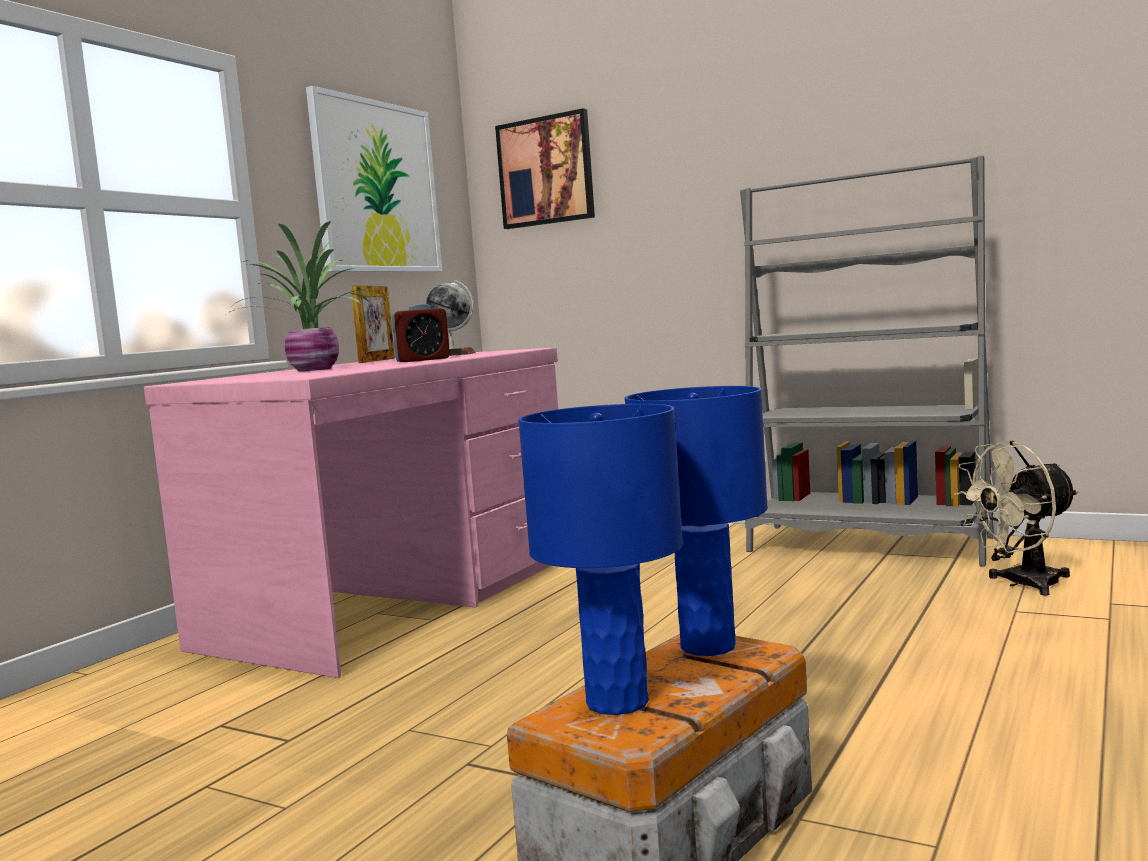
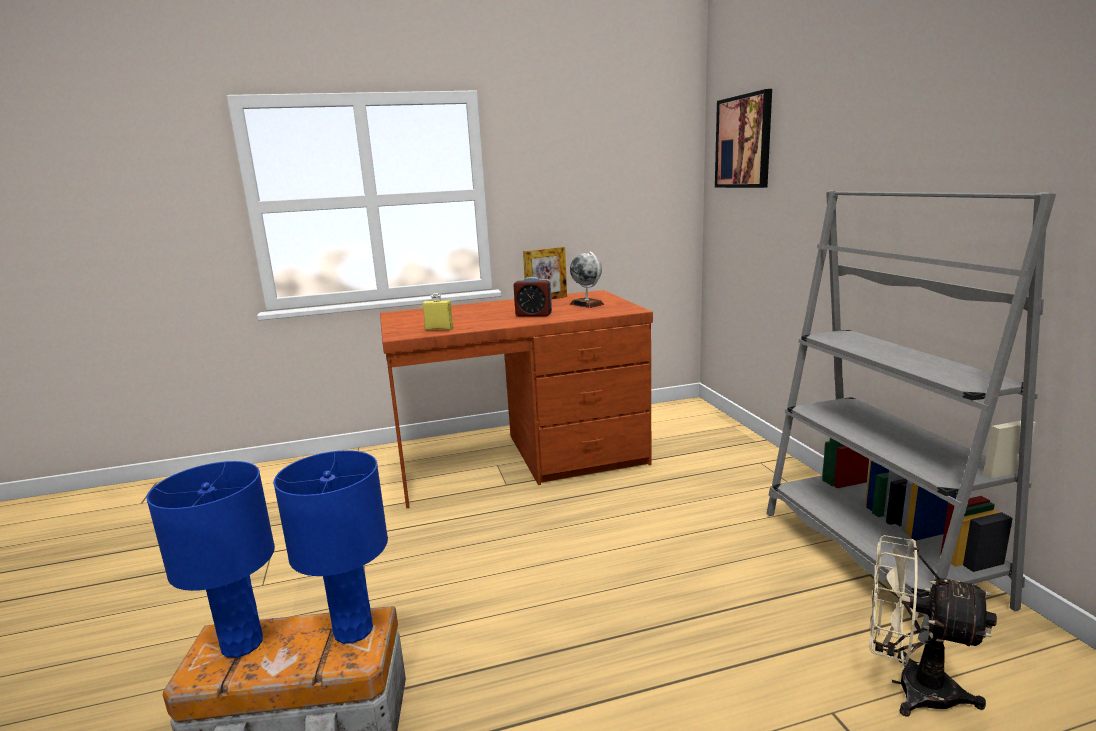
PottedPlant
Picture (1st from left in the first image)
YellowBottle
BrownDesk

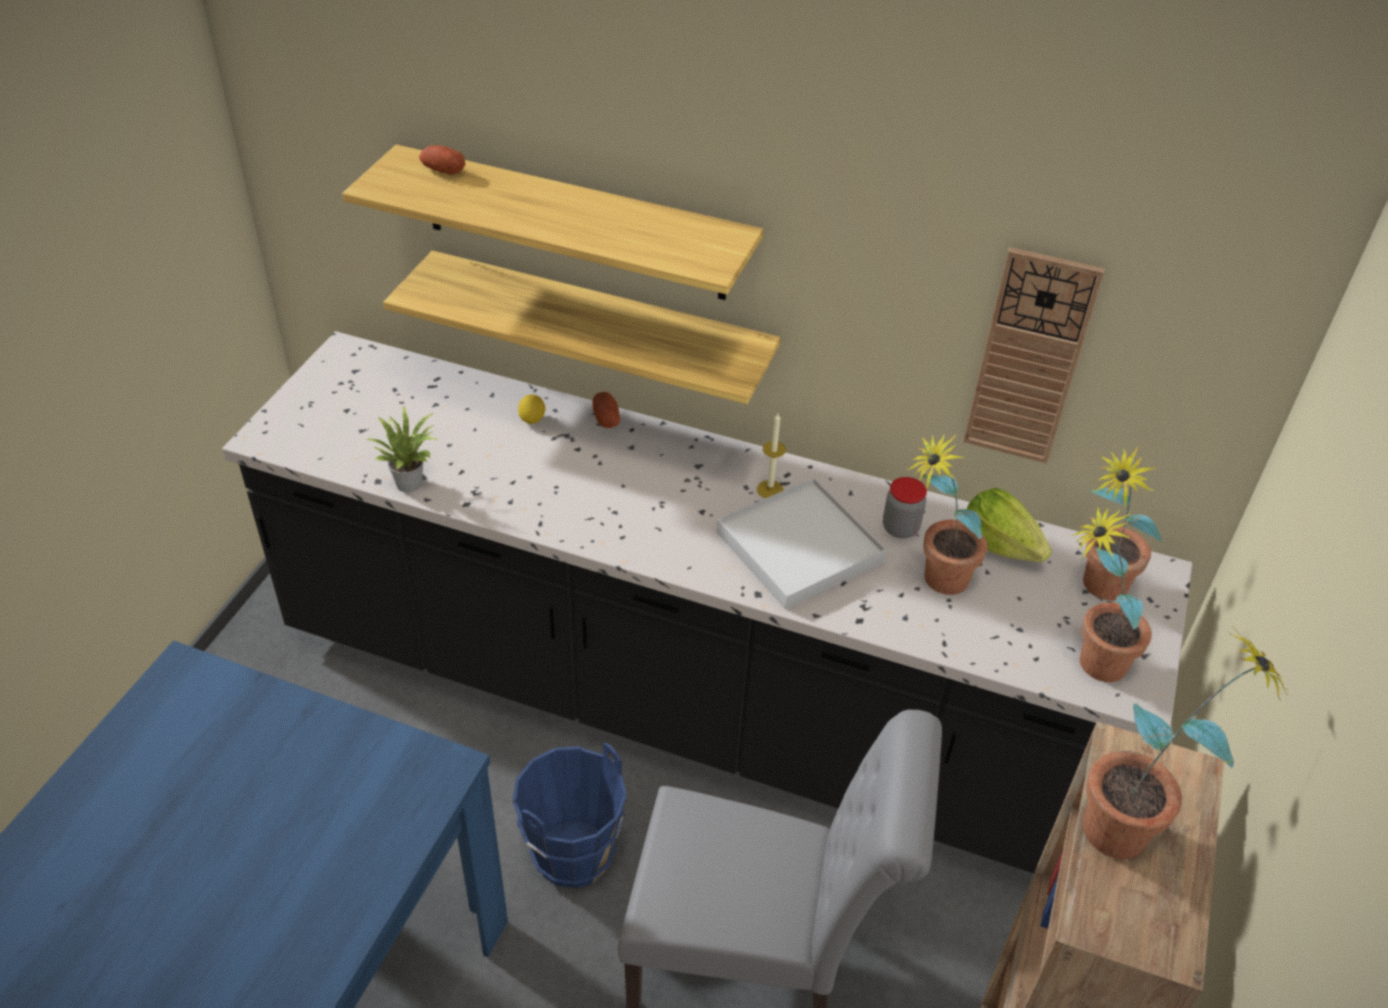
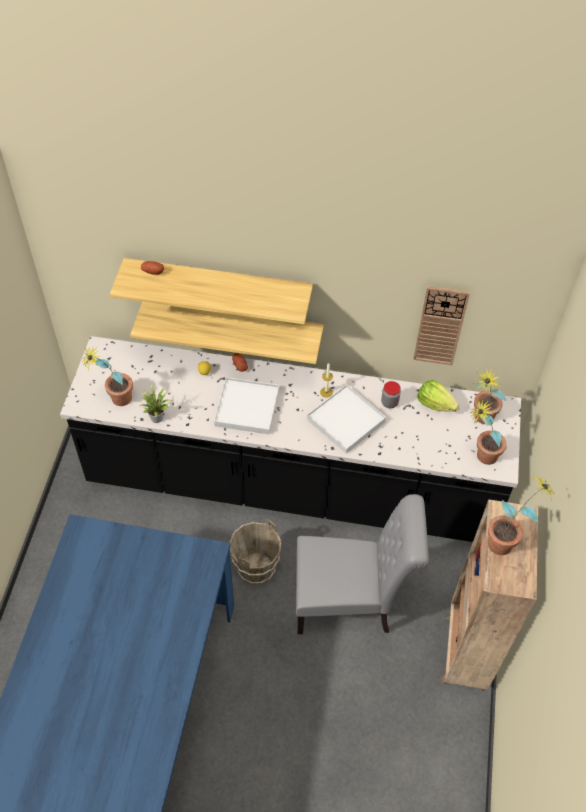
WhiteTray (1st from left)
PottedPlant (1st from left)
BrownBucket

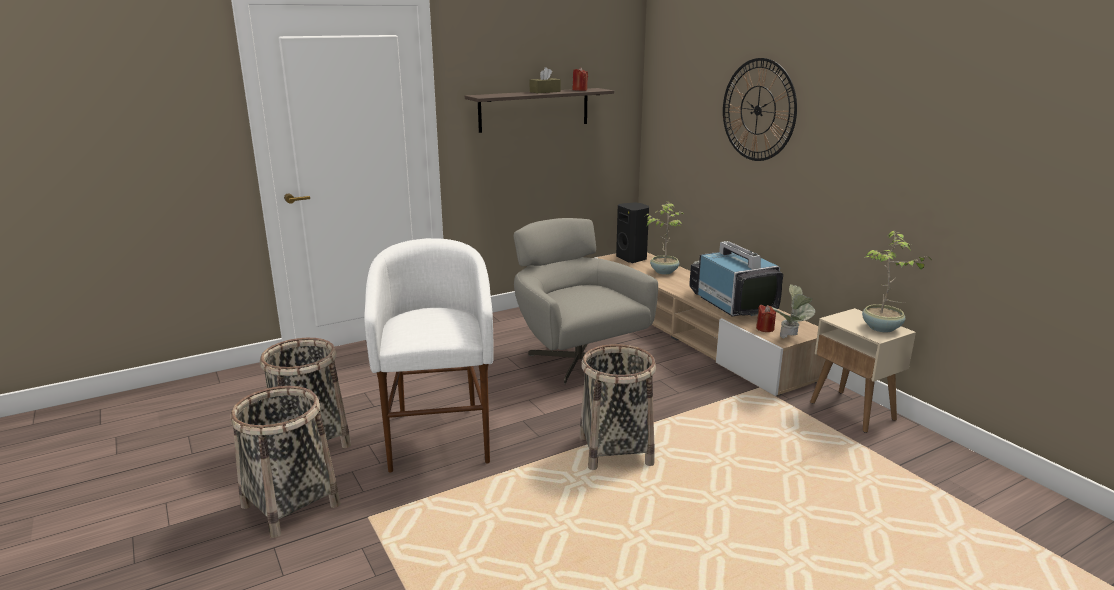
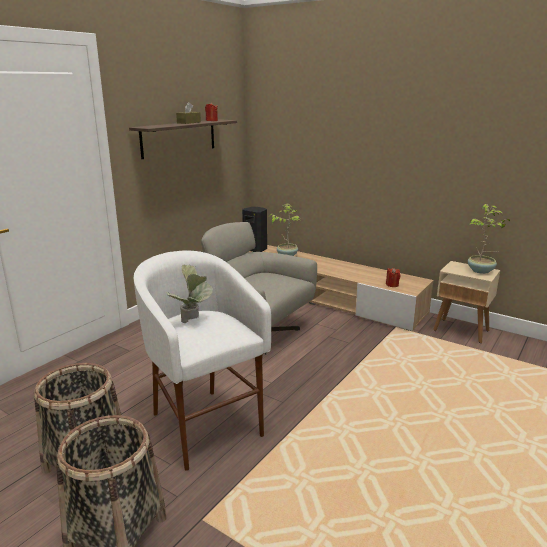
Basket (3rd from left in the first image)
Television
WallClock
PottedPlant (1st from left)

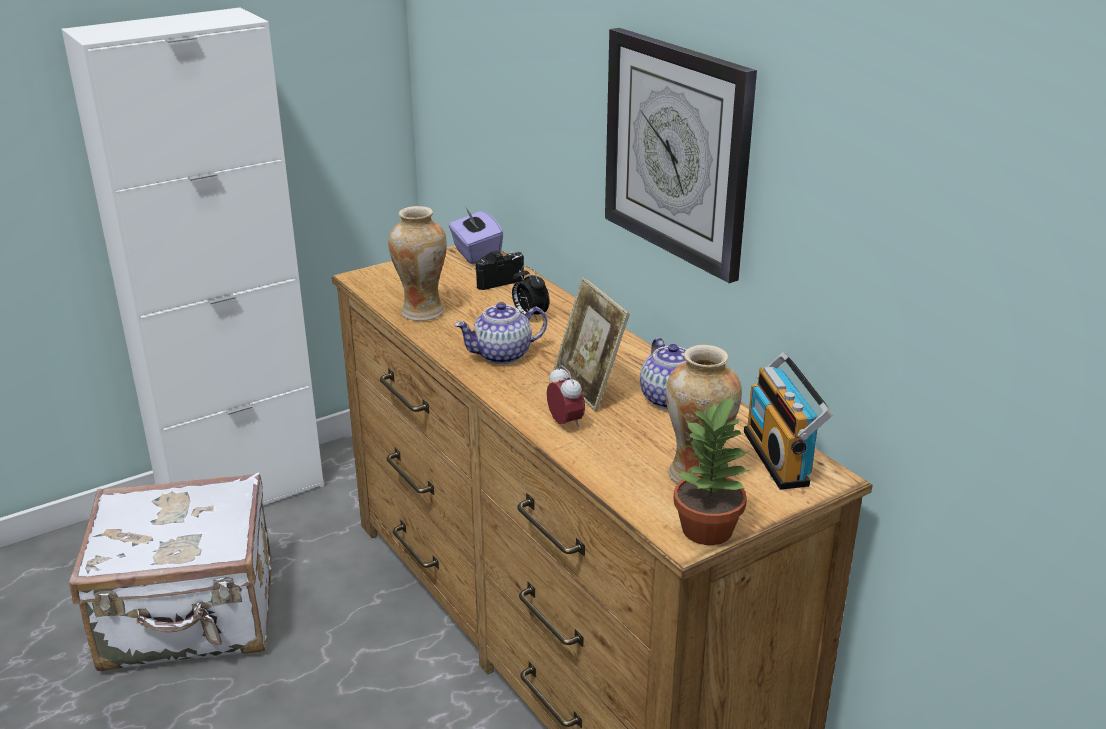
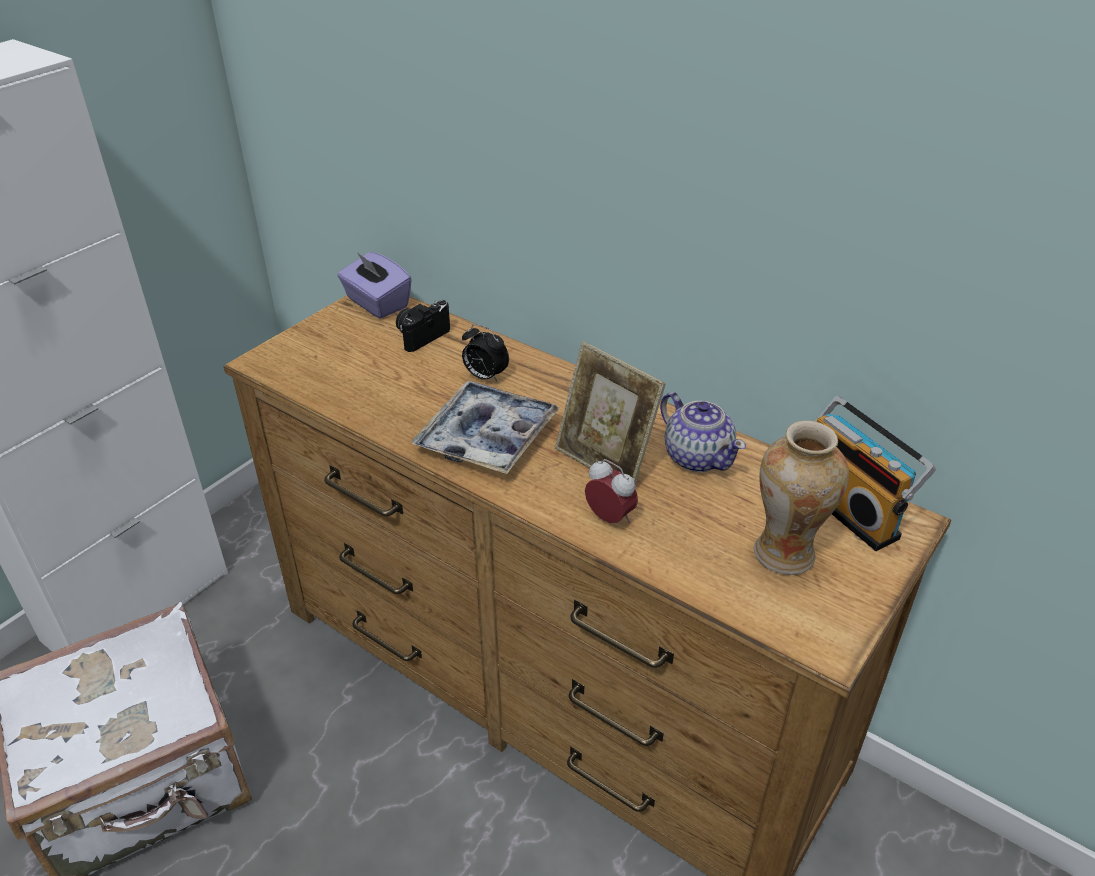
Vase (1st from left in the first image)
WallClock
PottedPlant
Tray

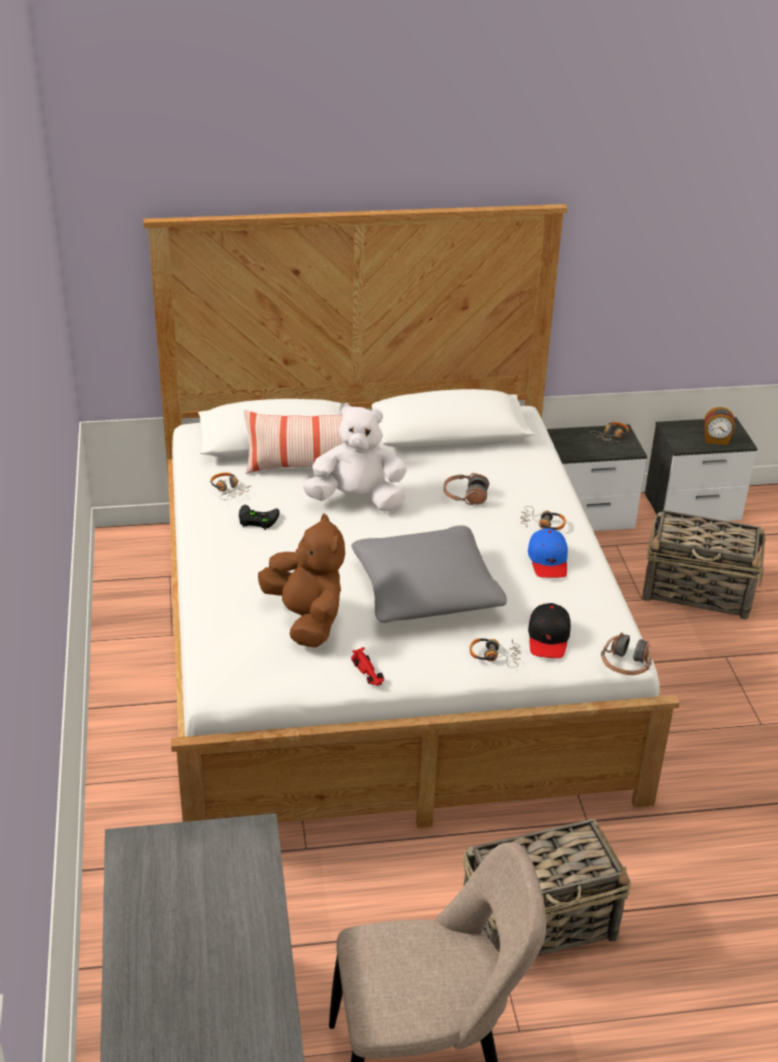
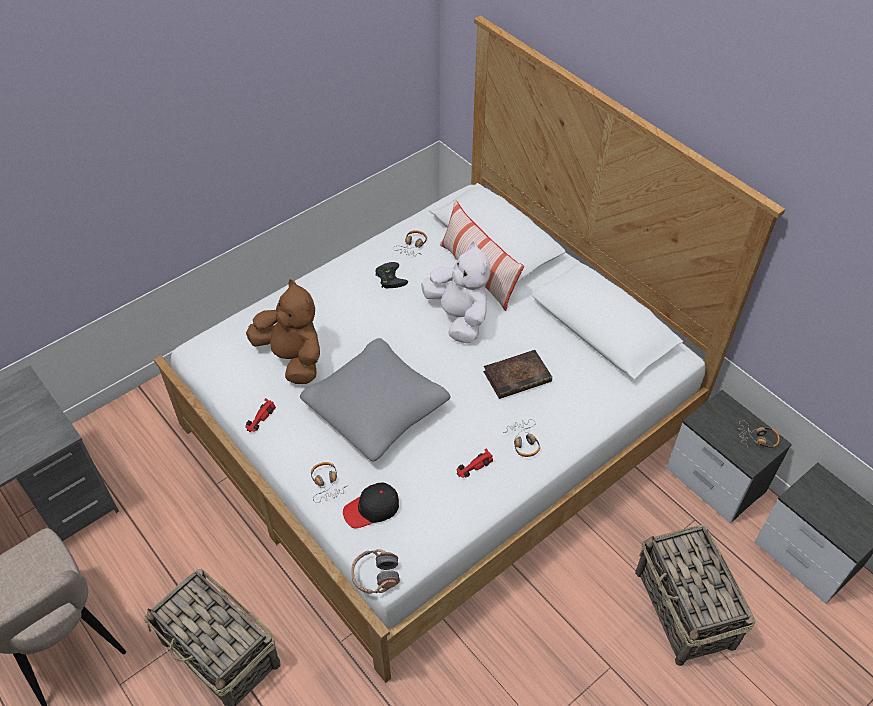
AlarmClock
Book
RedToyCar (2nd from left)
BrownPlushToy

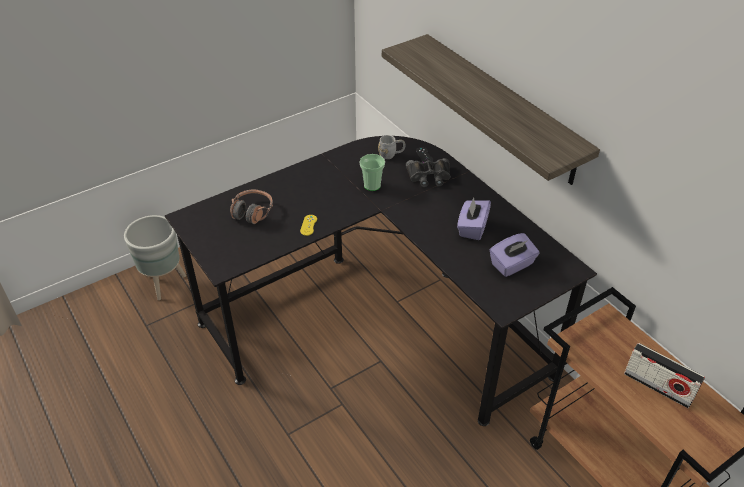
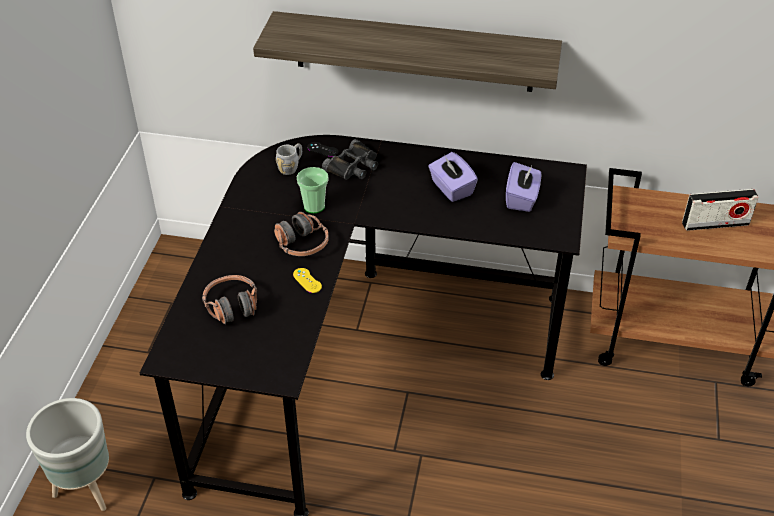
Headphones (2nd from left)

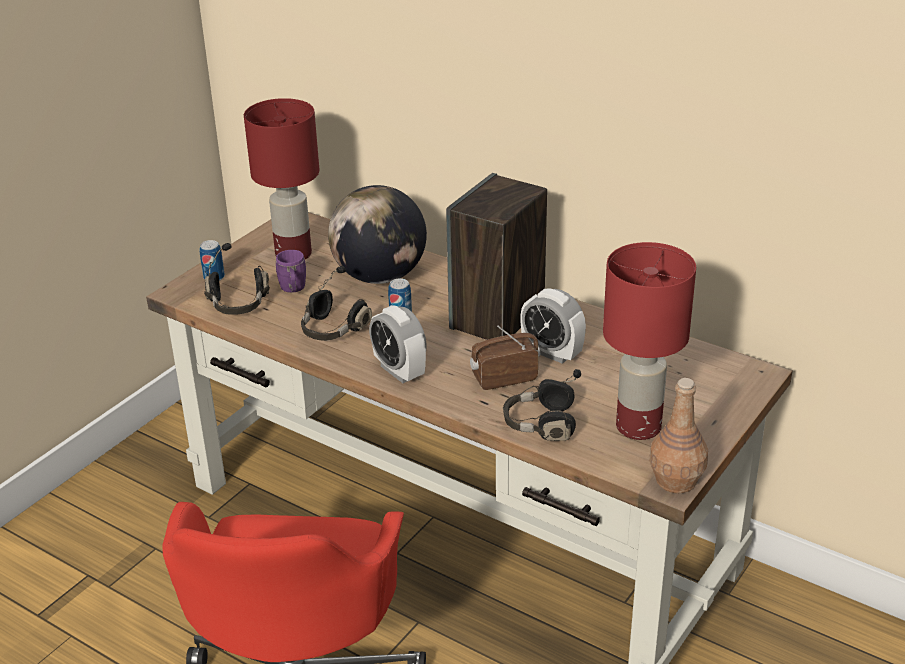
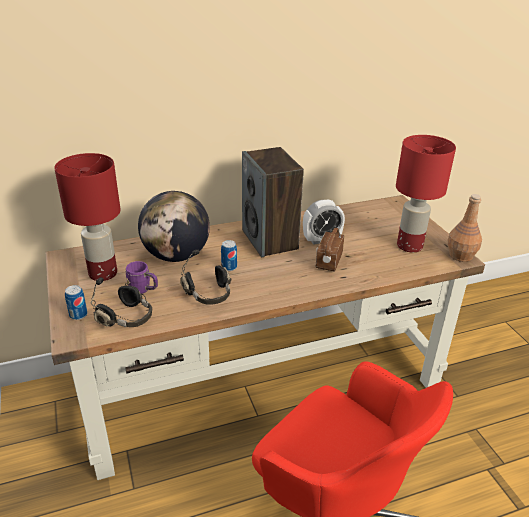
AlarmClock (1st from left in the first image)
BlackHeadphones (3rd from left in the first image)

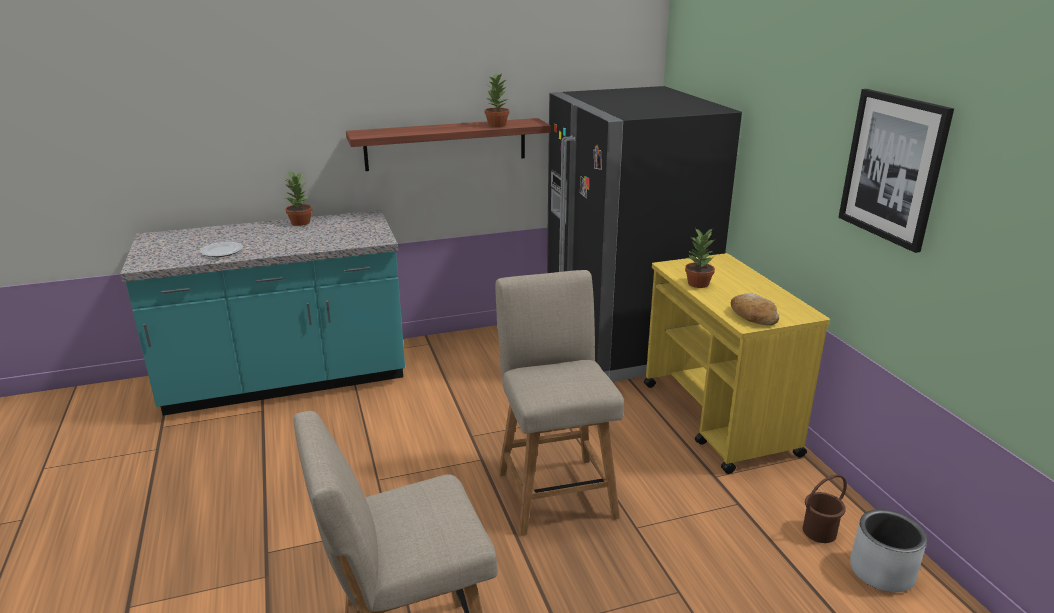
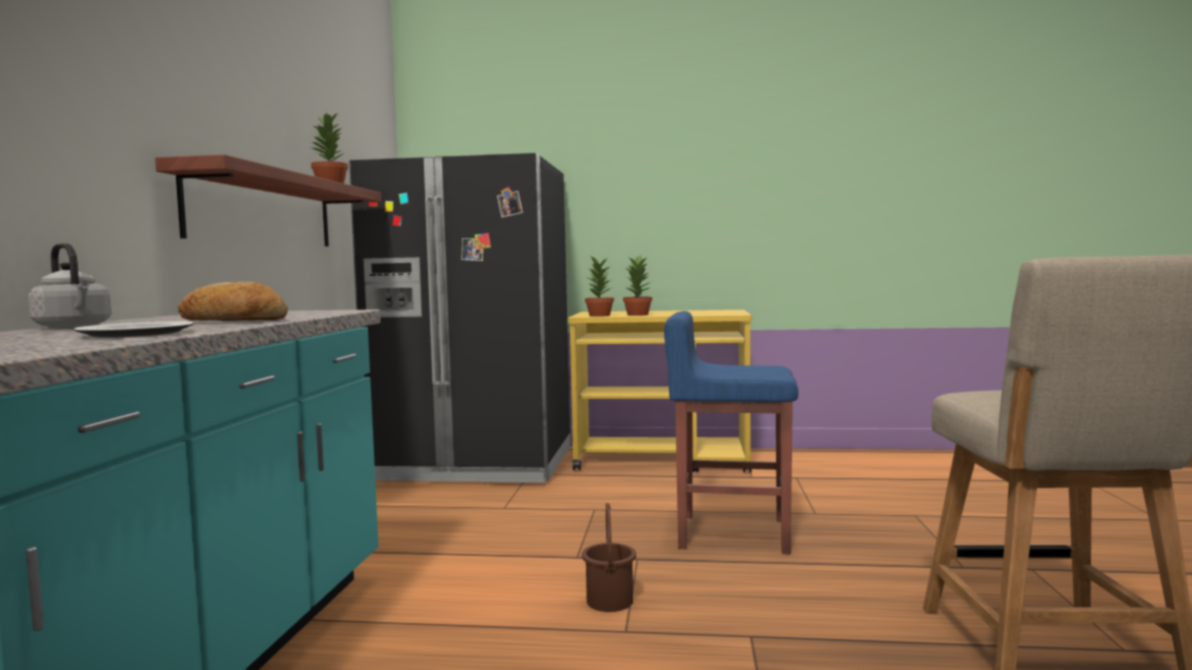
Picture
GreyPlanter
GreyKettle
PottedPlant (2nd from left)
Bread
BrownBucket
BlueStool

